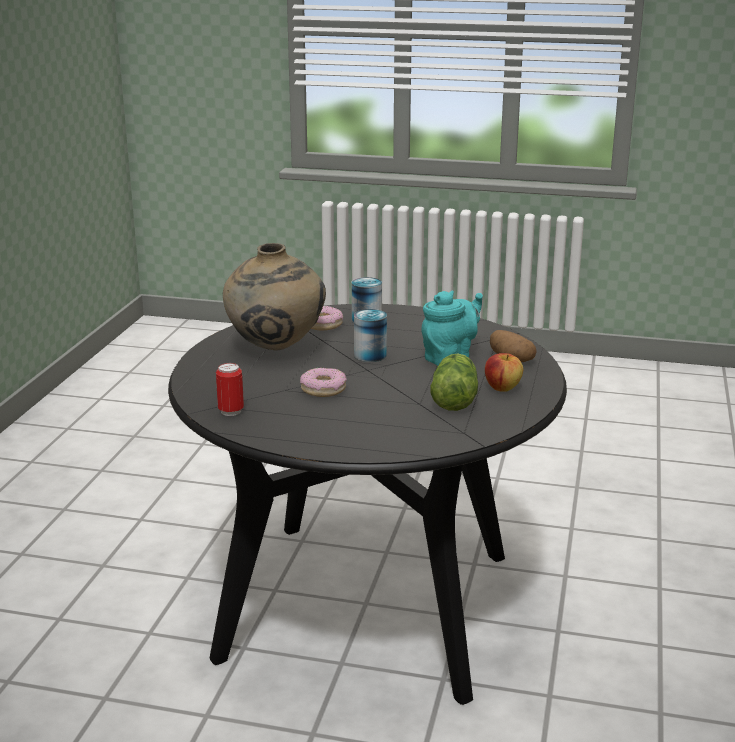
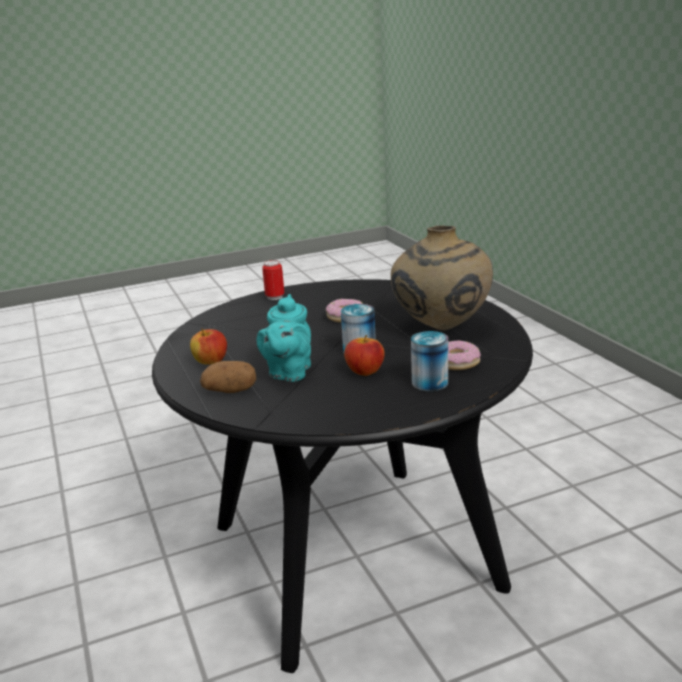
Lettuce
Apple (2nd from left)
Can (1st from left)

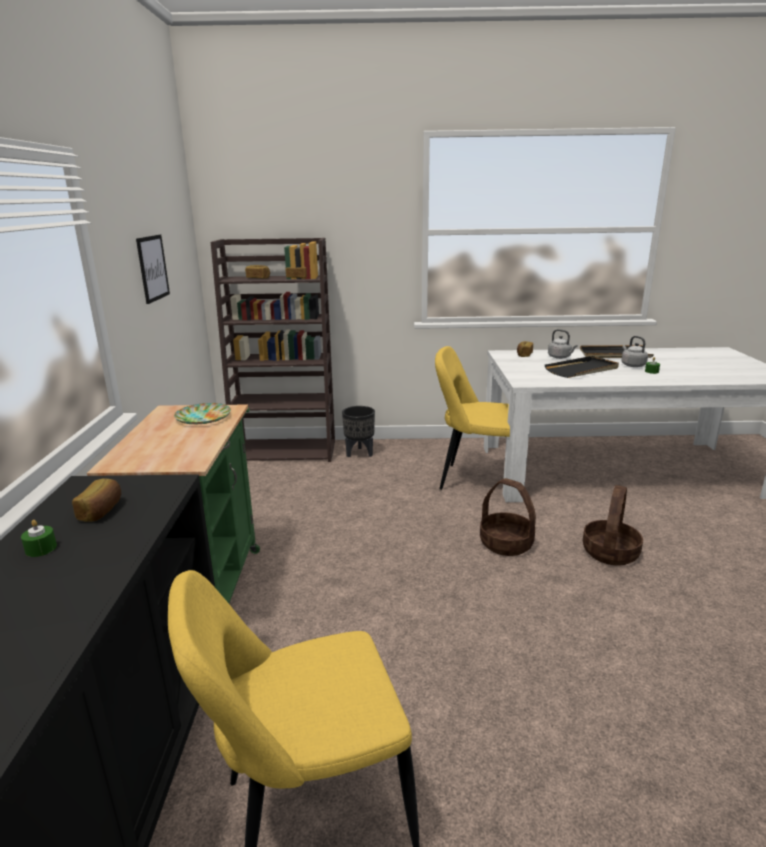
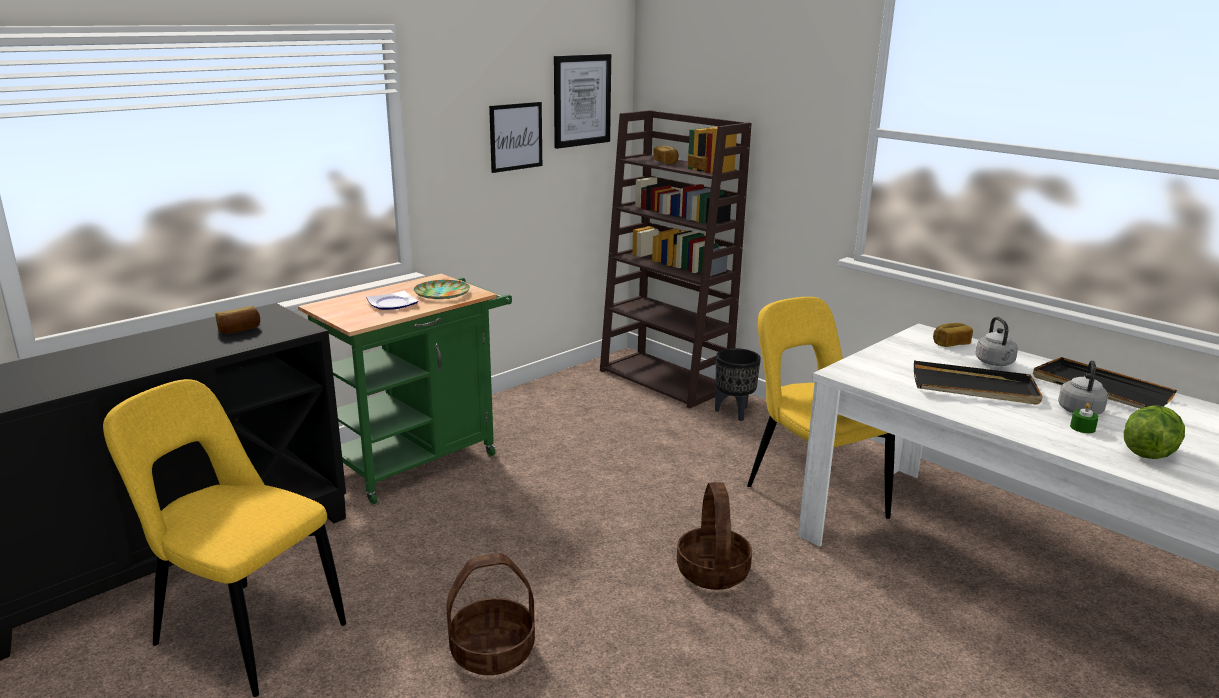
GreenCandle (1st from left in the first image)
Plate (1st from left)
Picture (2nd from left)
Lettuce
Basket (1st from left)

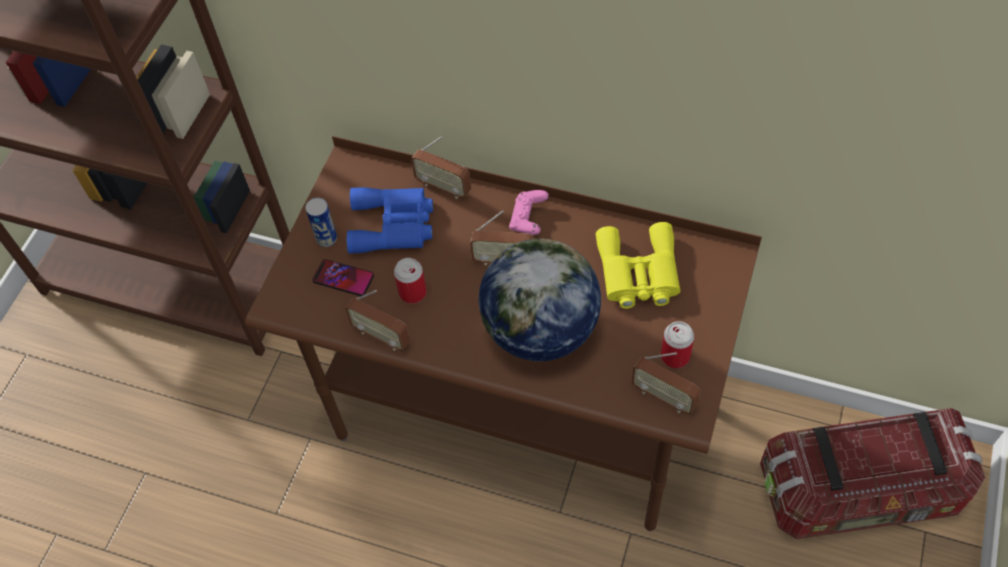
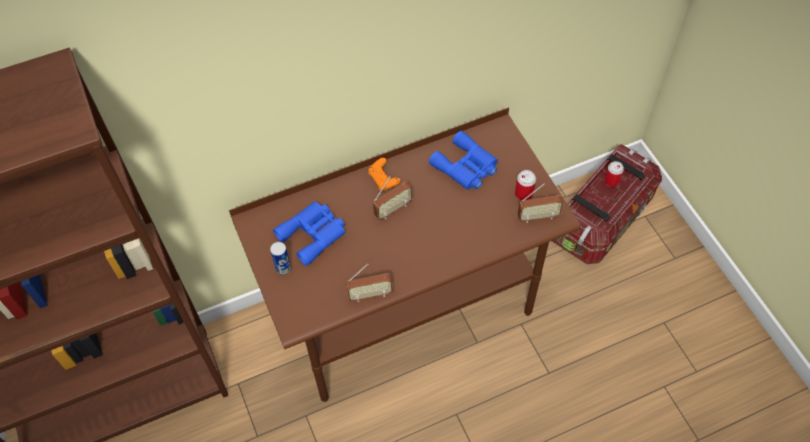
Phone
Radio (2nd from left in the first image)
Globe
Can (3rd from left)
OrangeGameController
BlueBinoculars (2nd from left)

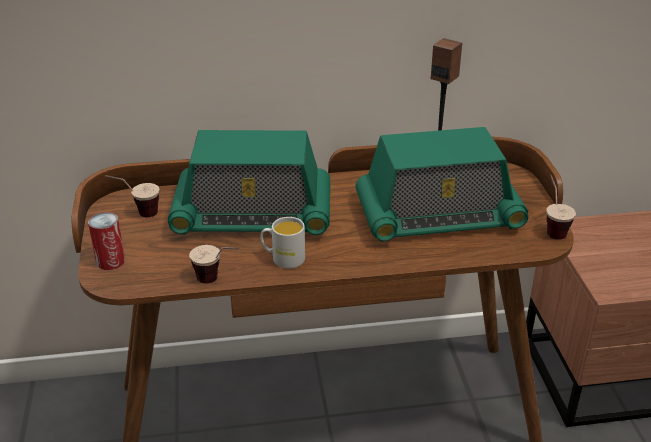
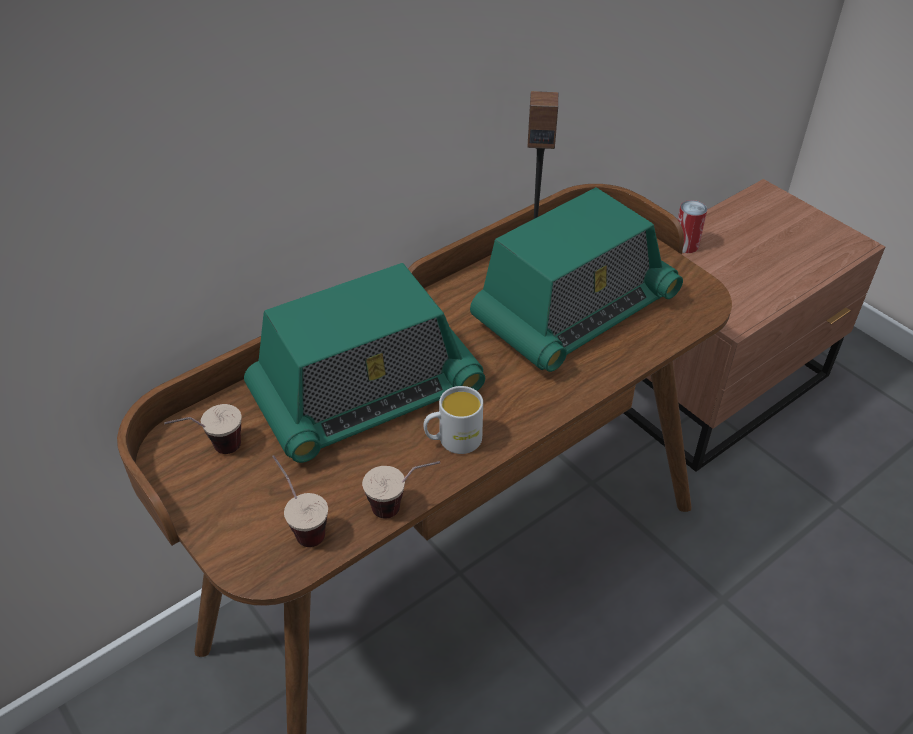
Can
Cup (2nd from left)

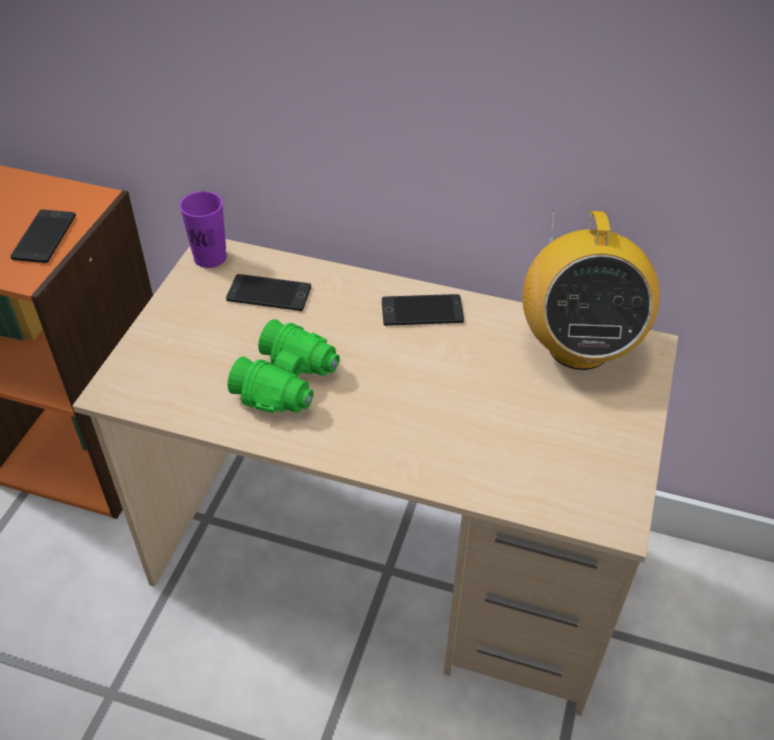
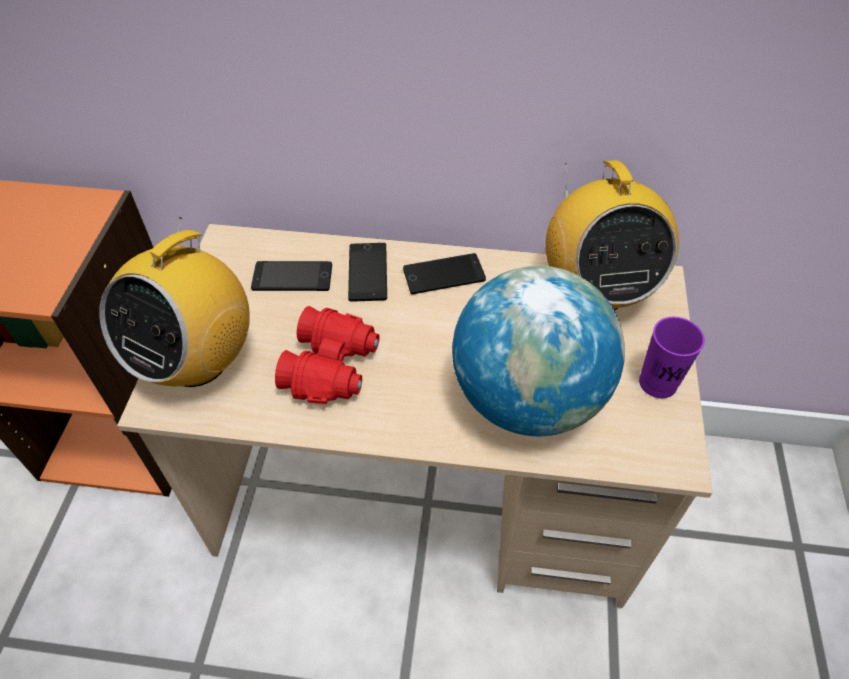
Radio (1st from left)
Globe
Phone (2nd from left)
PurpleCup
RedBinoculars

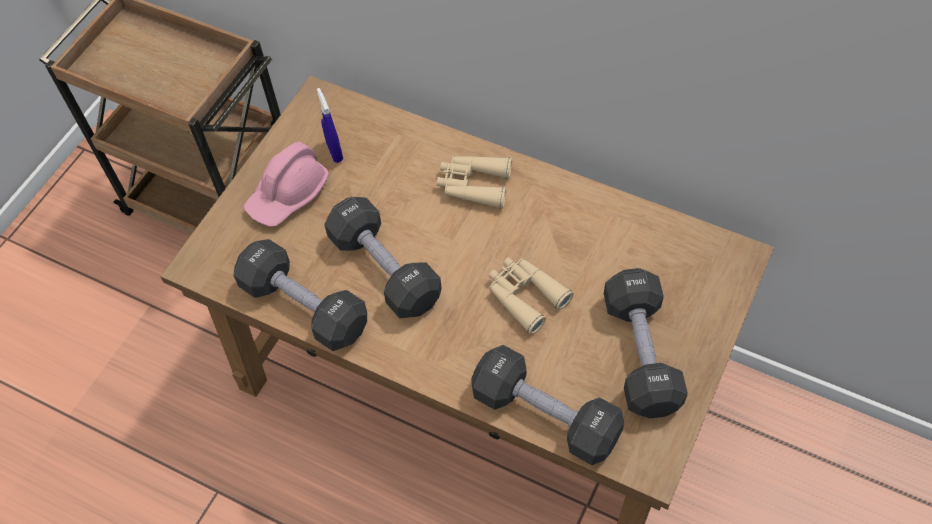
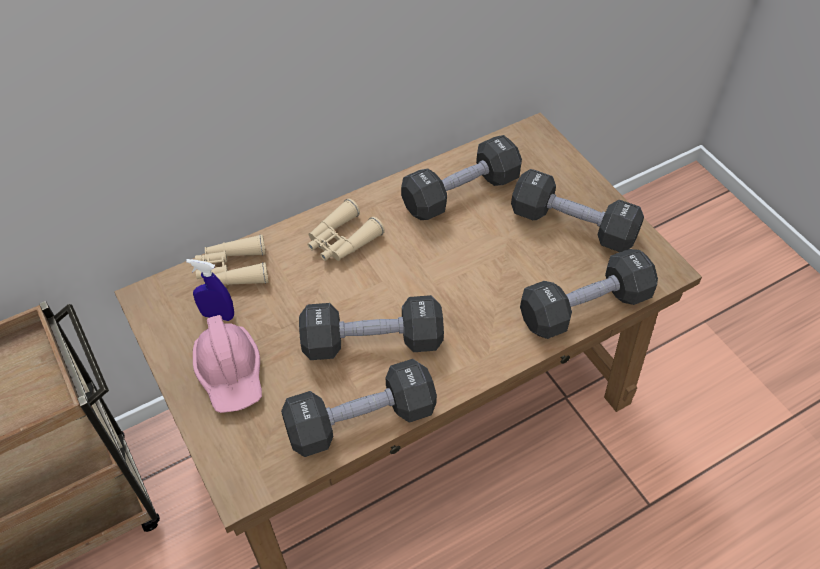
BlackDumbbell (3rd from left)
BeigeBinoculars (1st from left)

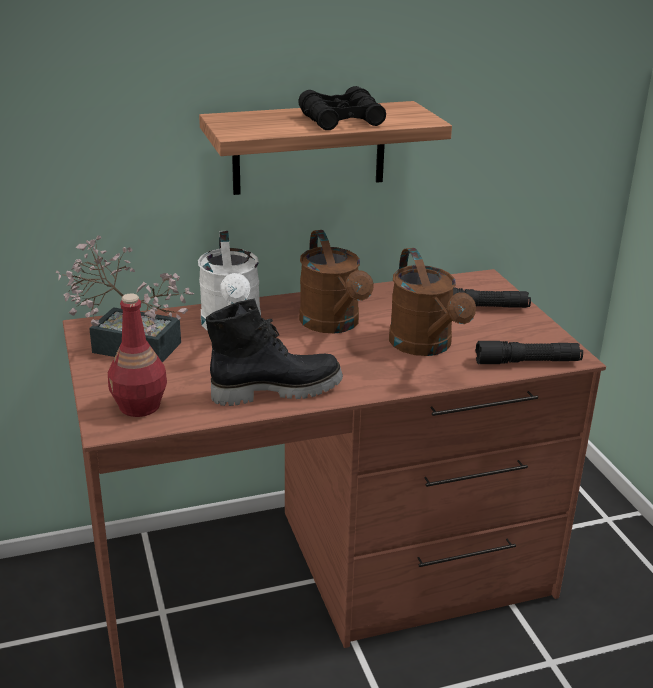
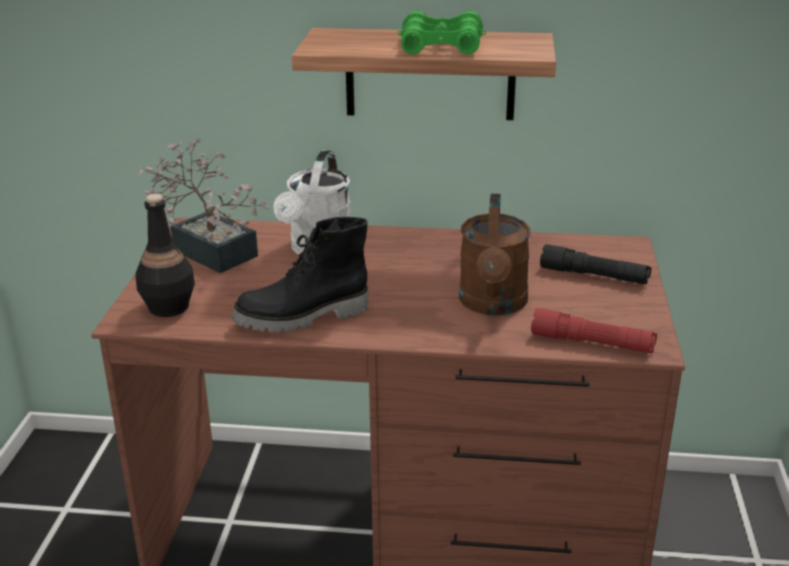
BrownWateringCan (1st from left in the first image)
BlackBottle
GreenBinoculars
RedFlashlight
BlackBoot

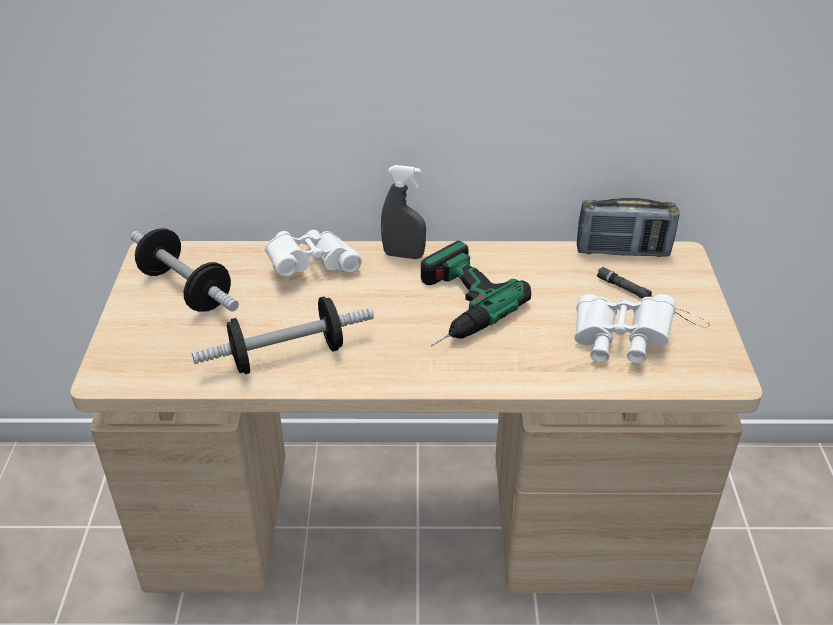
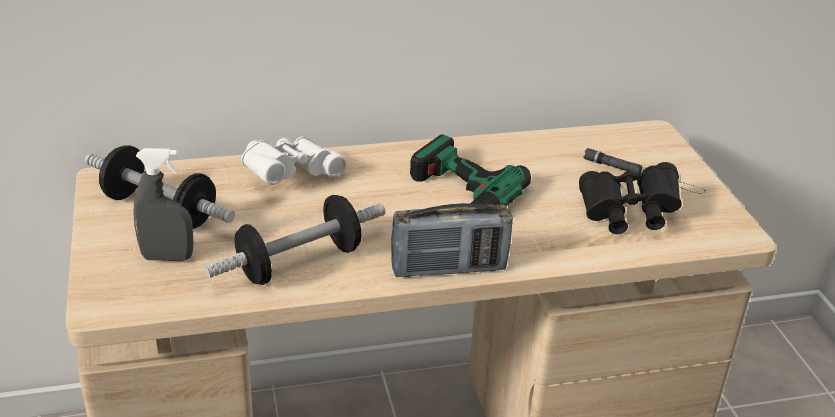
GreySprayBottle
Radio
BlackBinoculars

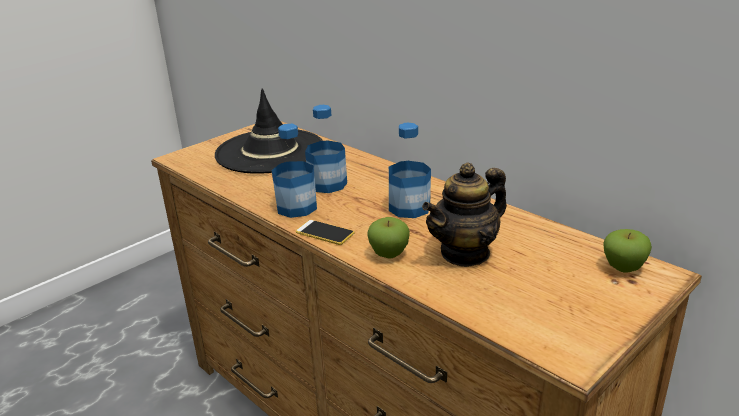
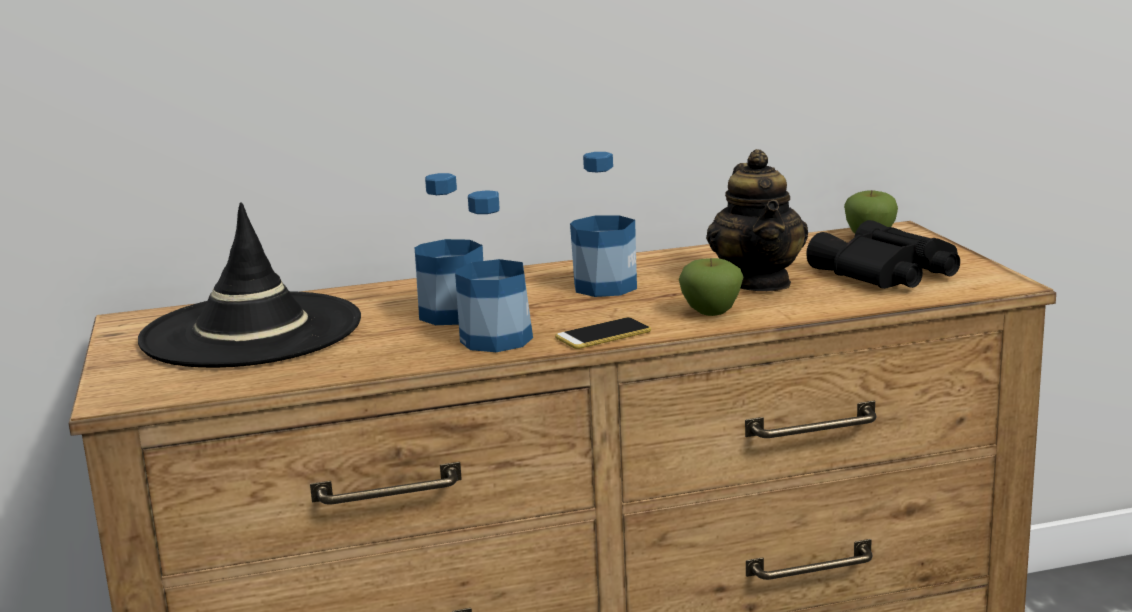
BlackBinoculars

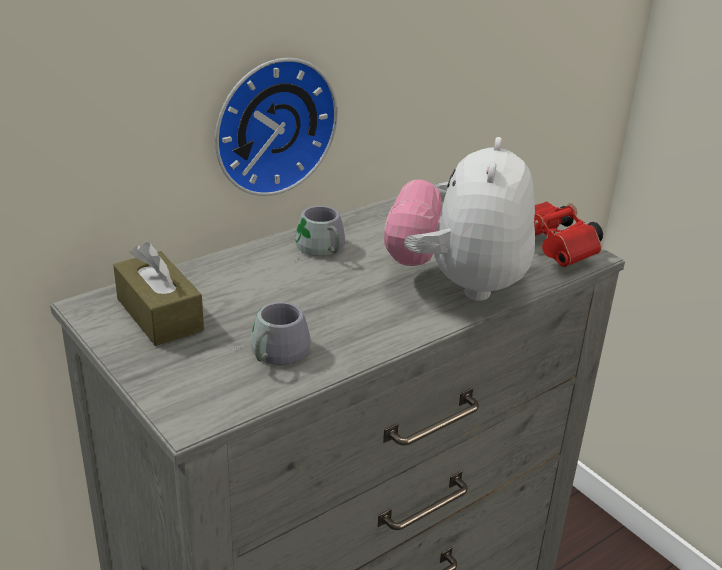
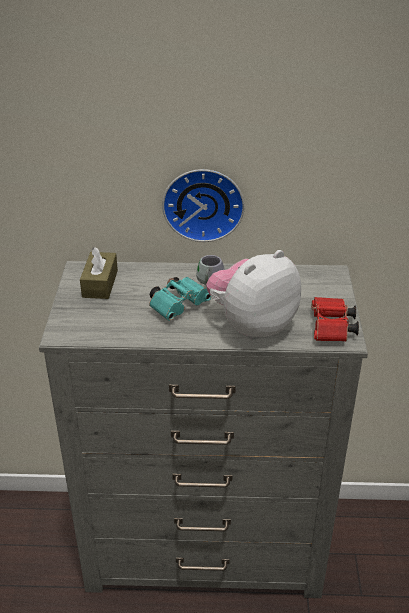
GreyMug (1st from left in the first image)
TurquoiseBinoculars

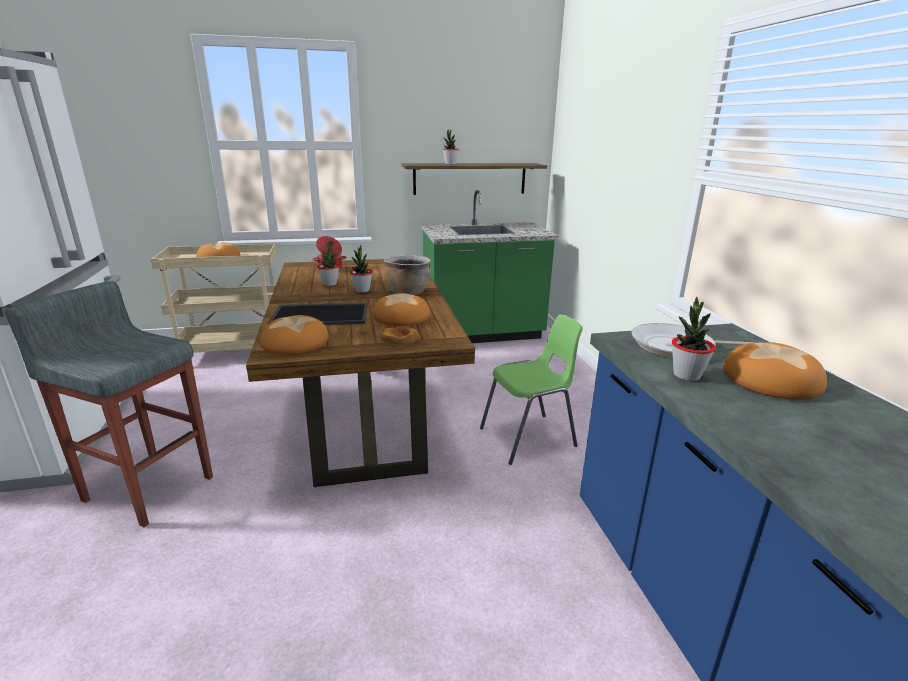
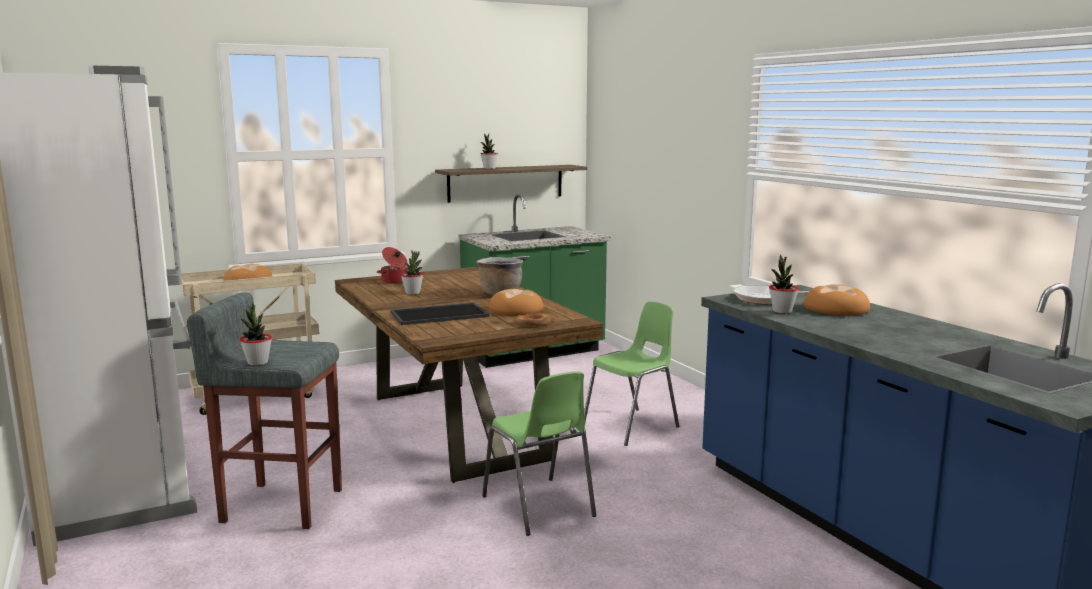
Bread (2nd from left in the first image)
GreenChair (1st from left)
PottedPlant (1st from left)

